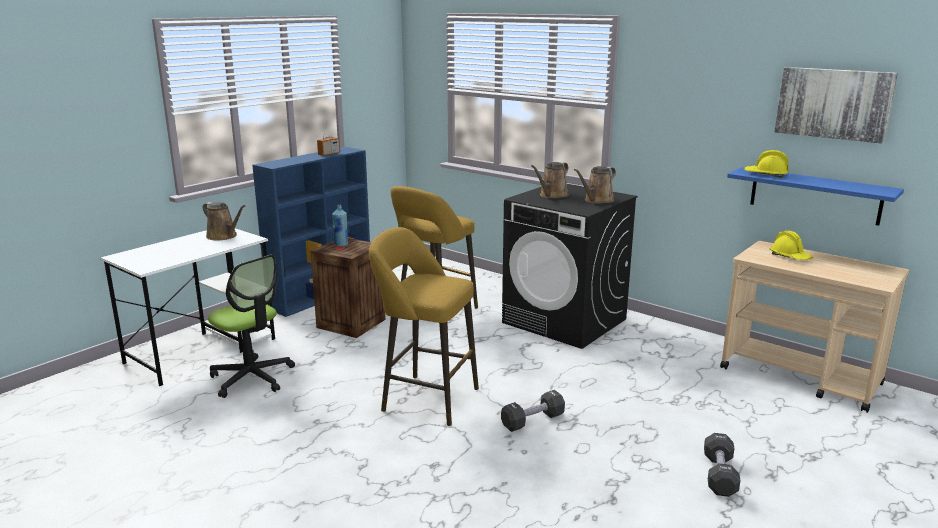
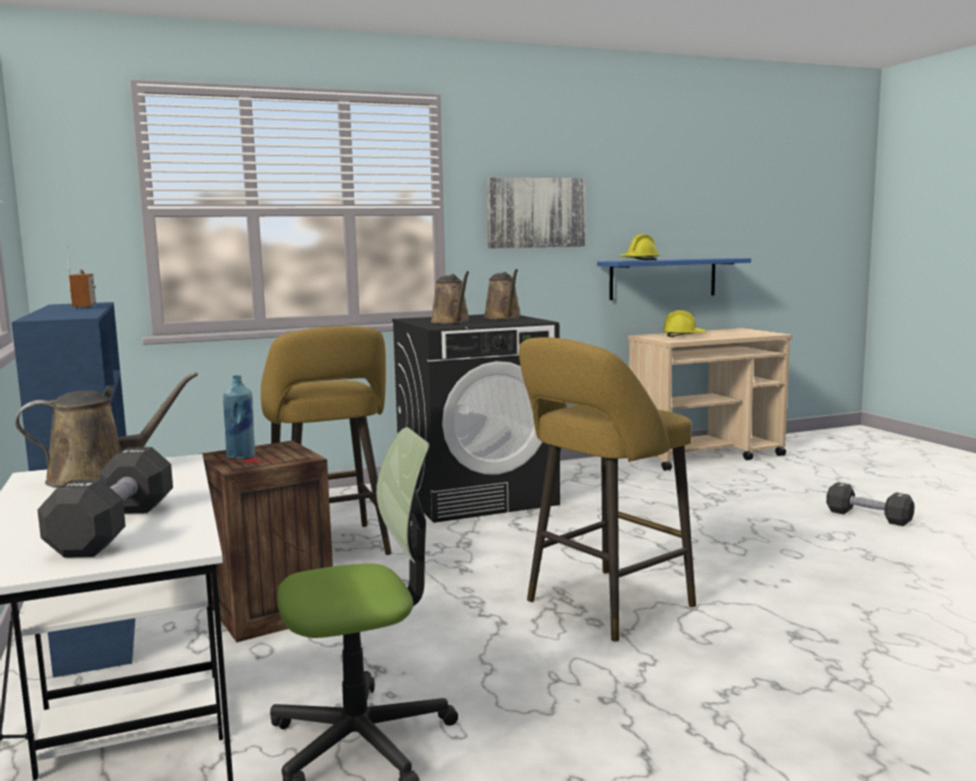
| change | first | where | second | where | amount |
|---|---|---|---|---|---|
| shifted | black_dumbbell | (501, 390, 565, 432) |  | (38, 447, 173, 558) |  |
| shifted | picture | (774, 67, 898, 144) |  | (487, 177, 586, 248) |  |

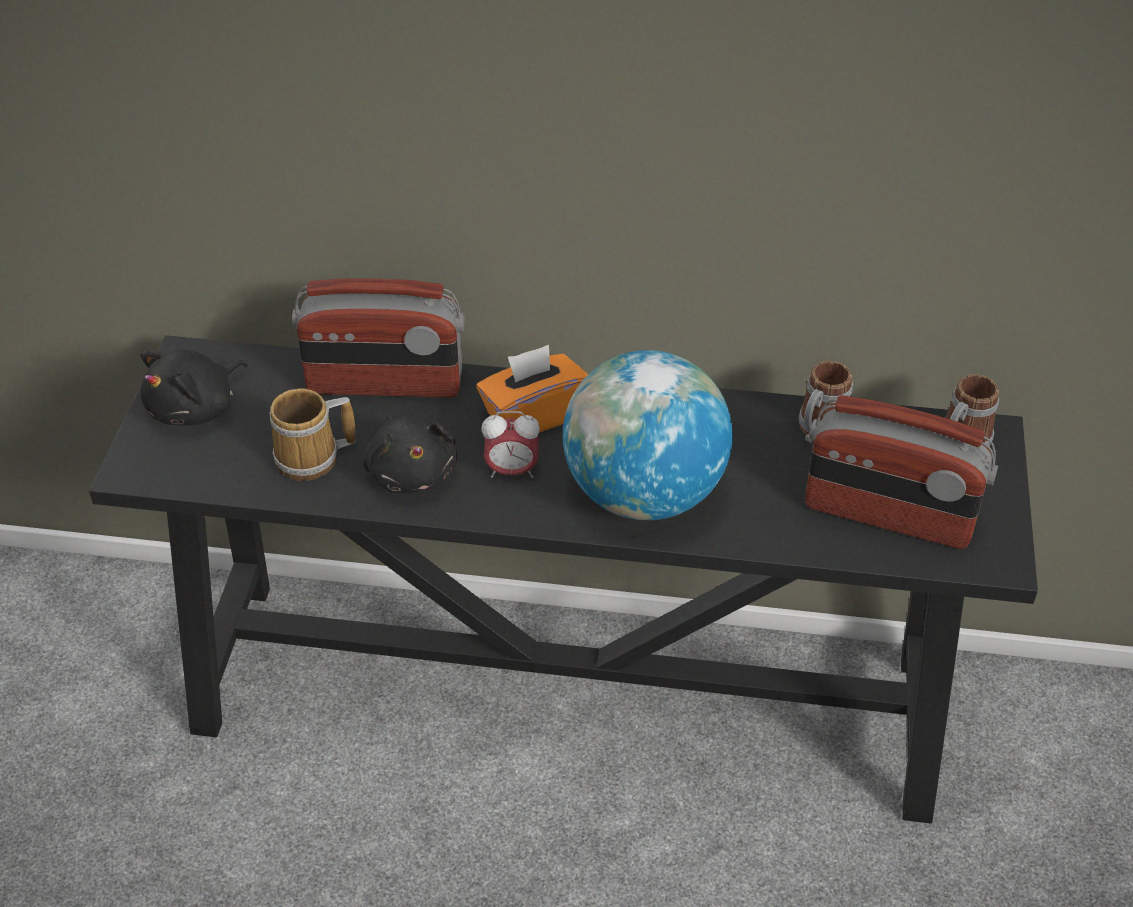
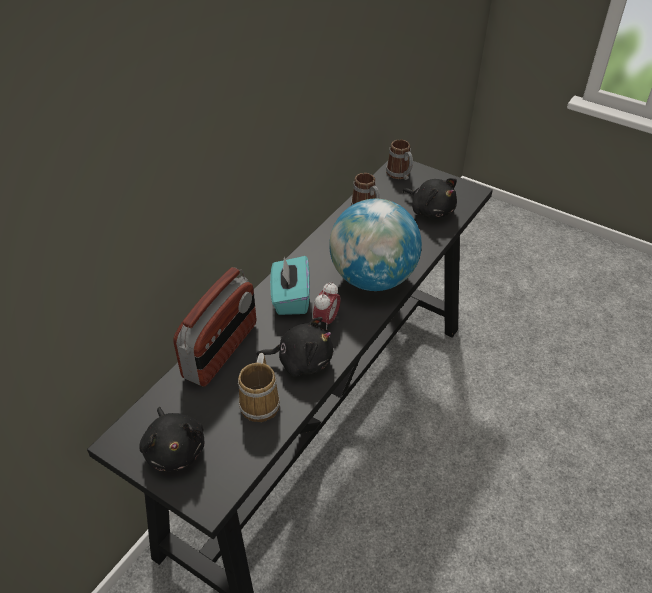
| change | first | where | second | where | amount |
|---|---|---|---|---|---|
| swapped | radio | (805, 395, 998, 549) | black_plush_toy | (402, 178, 457, 219) |  |
| repainted | orange_tissue_box | (476, 345, 588, 433) | turquoise_tissue_box | (270, 256, 310, 315) |  |

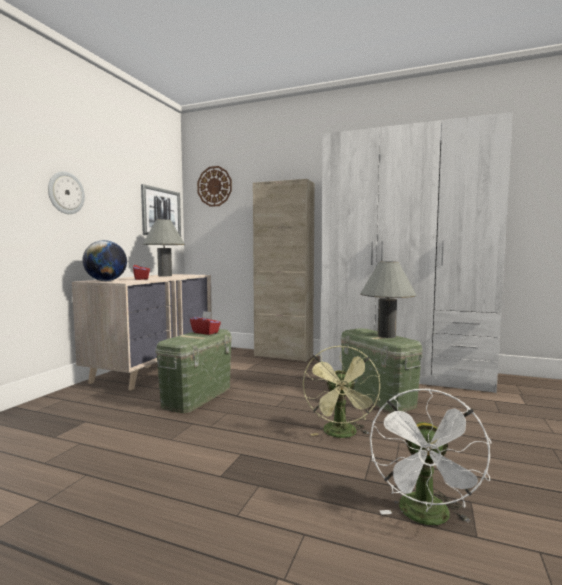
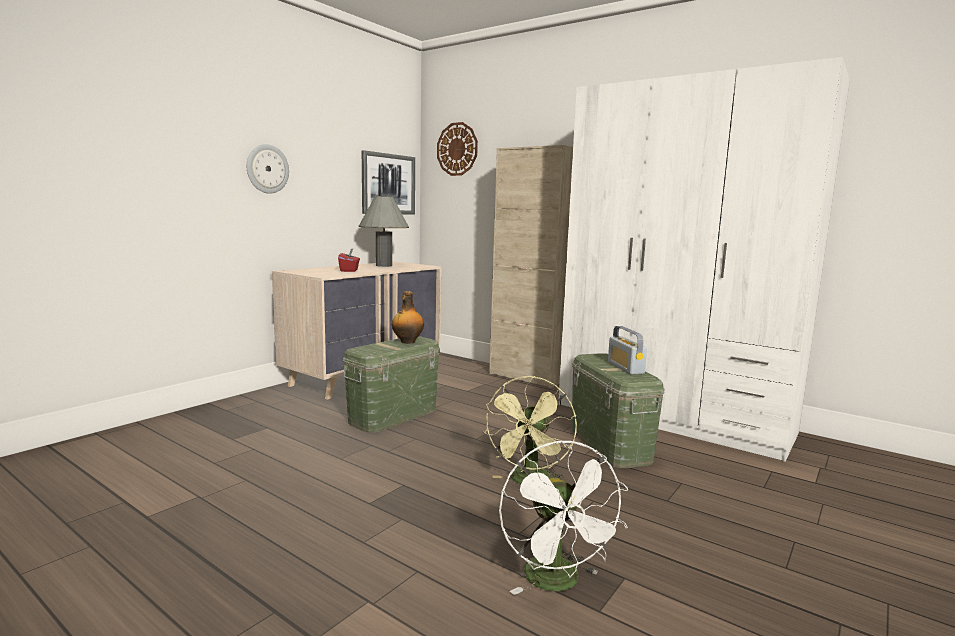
| change | first | where | second | where | amount |
|---|---|---|---|---|---|
| gone | globe | (82, 240, 127, 281) |  |  |  |
| swapped | red_tissue_box | (190, 311, 221, 335) | bottle | (392, 291, 424, 344) |  |
| swapped | grey_table_lamp | (360, 262, 417, 338) | radio | (608, 326, 647, 375) |  |
| rotated | white_fan | (370, 388, 491, 525) |  | (499, 440, 628, 595) | 45 degrees counterclockwise |

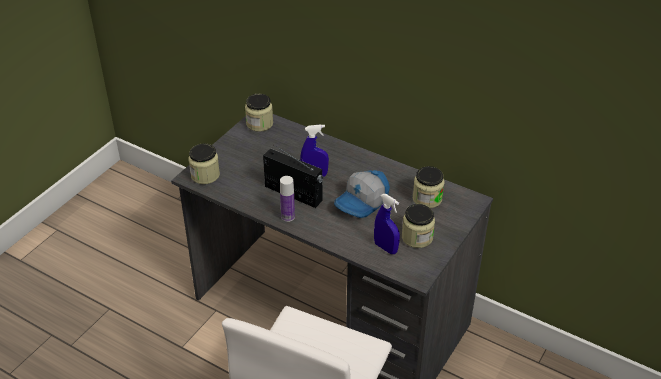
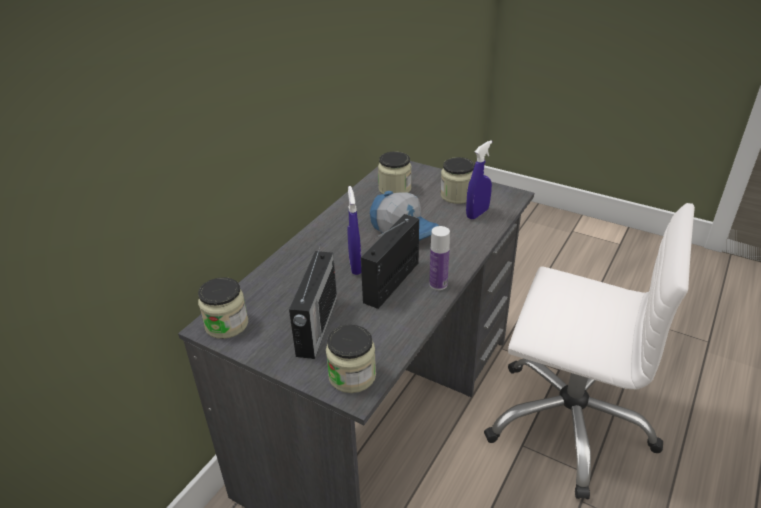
| change | first | where | second | where | amount |
|---|---|---|---|---|---|
| new |  |  | radio | (289, 245, 337, 359) |  |

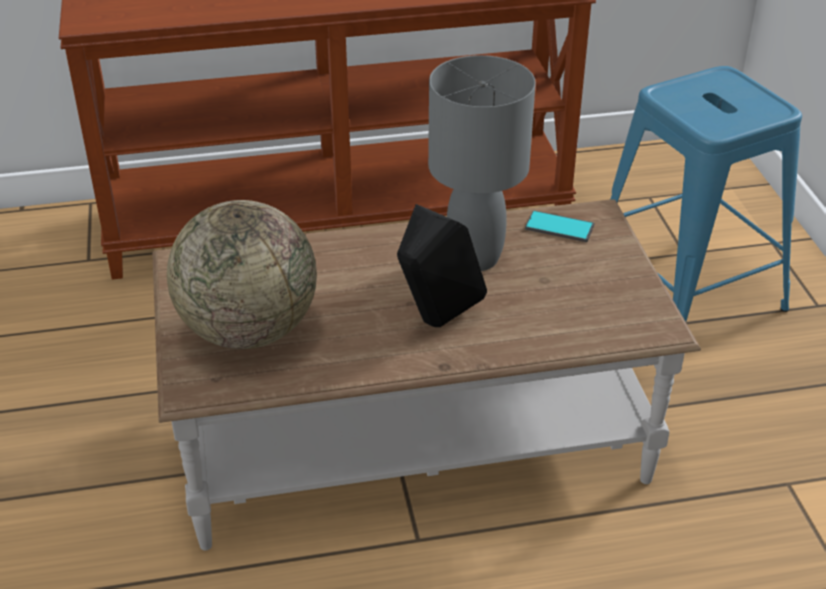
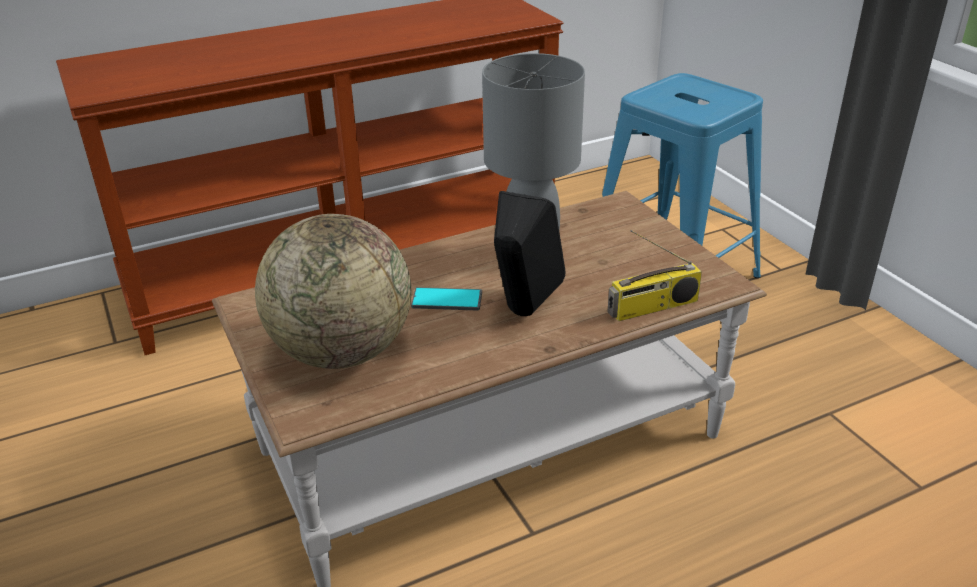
| change | first | where | second | where | amount |
|---|---|---|---|---|---|
| new |  |  | radio | (607, 230, 702, 321) |  |
| shifted | phone | (525, 210, 594, 242) |  | (411, 287, 482, 311) |  |

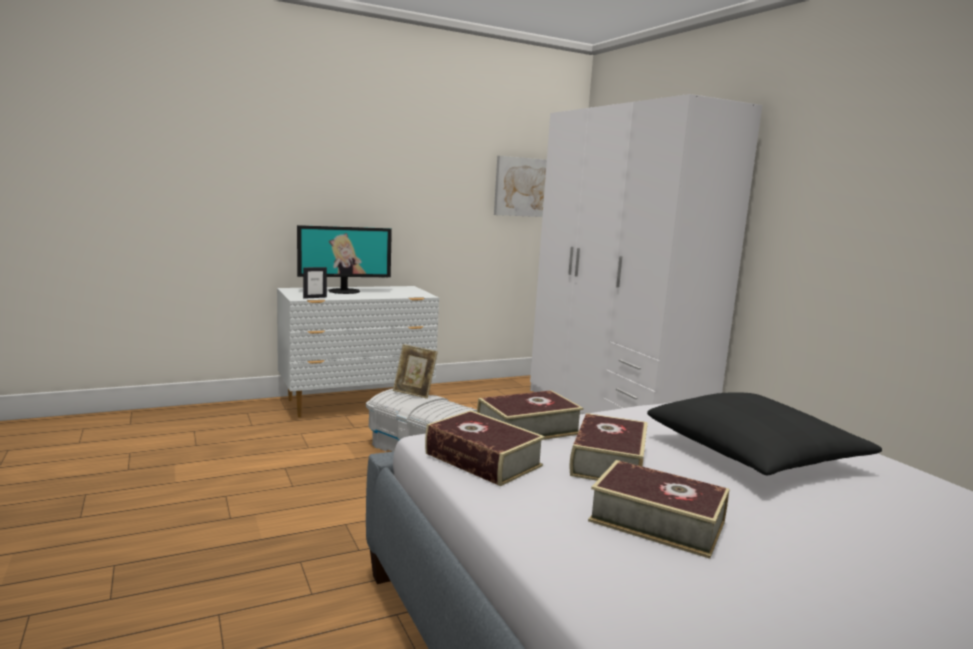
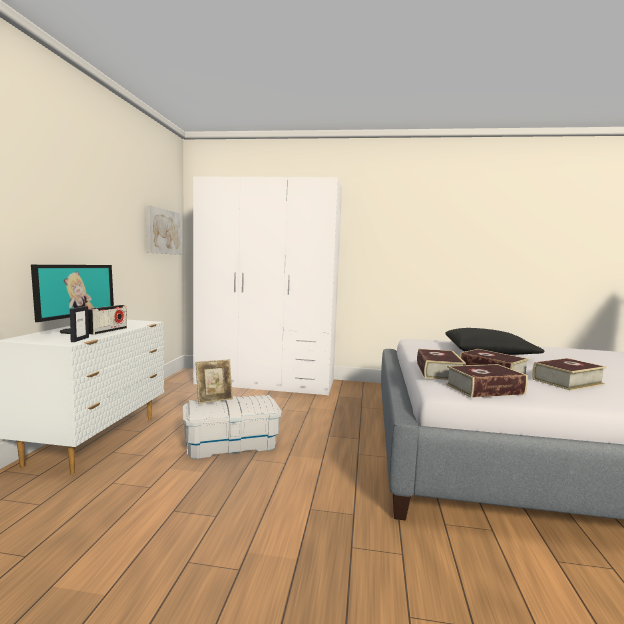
| change | first | where | second | where | amount |
|---|---|---|---|---|---|
| new |  |  | radio | (88, 305, 127, 335) |  |

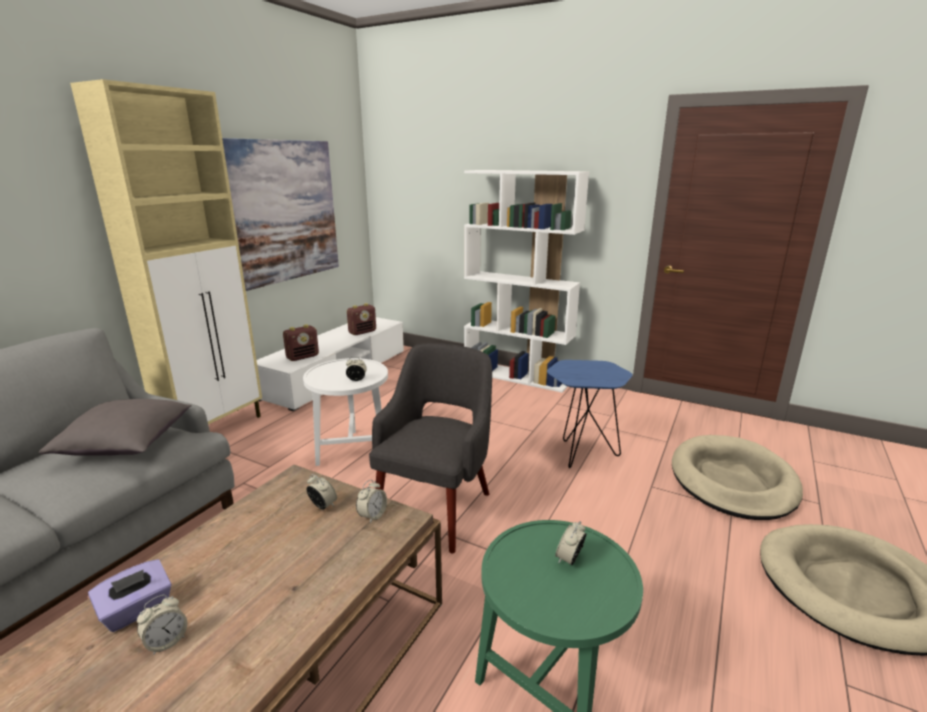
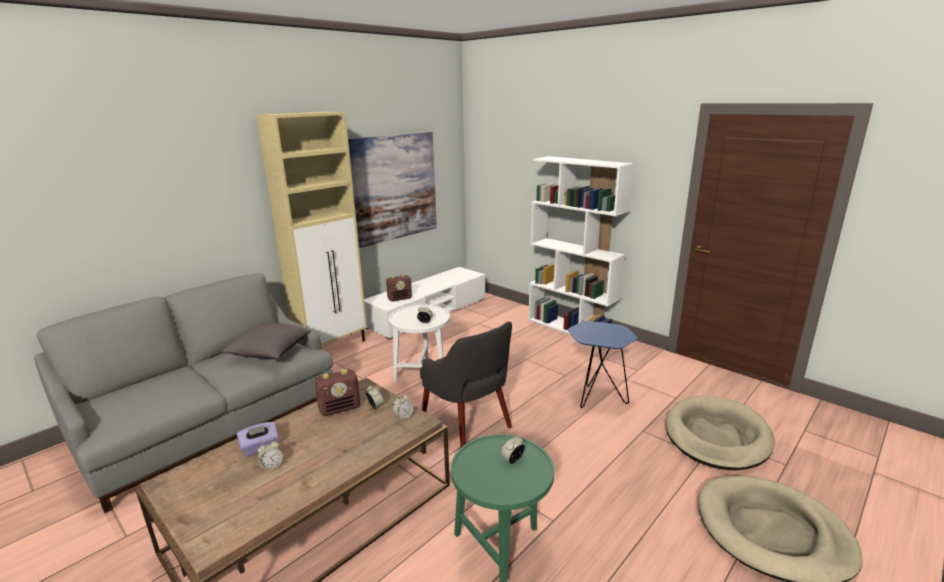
| change | first | where | second | where | amount |
|---|---|---|---|---|---|
| shifted | radio | (347, 303, 376, 335) |  | (315, 369, 360, 416) |  |
| rotated | grey_armchair | (369, 343, 492, 553) |  | (420, 322, 512, 447) | 105 degrees clockwise |

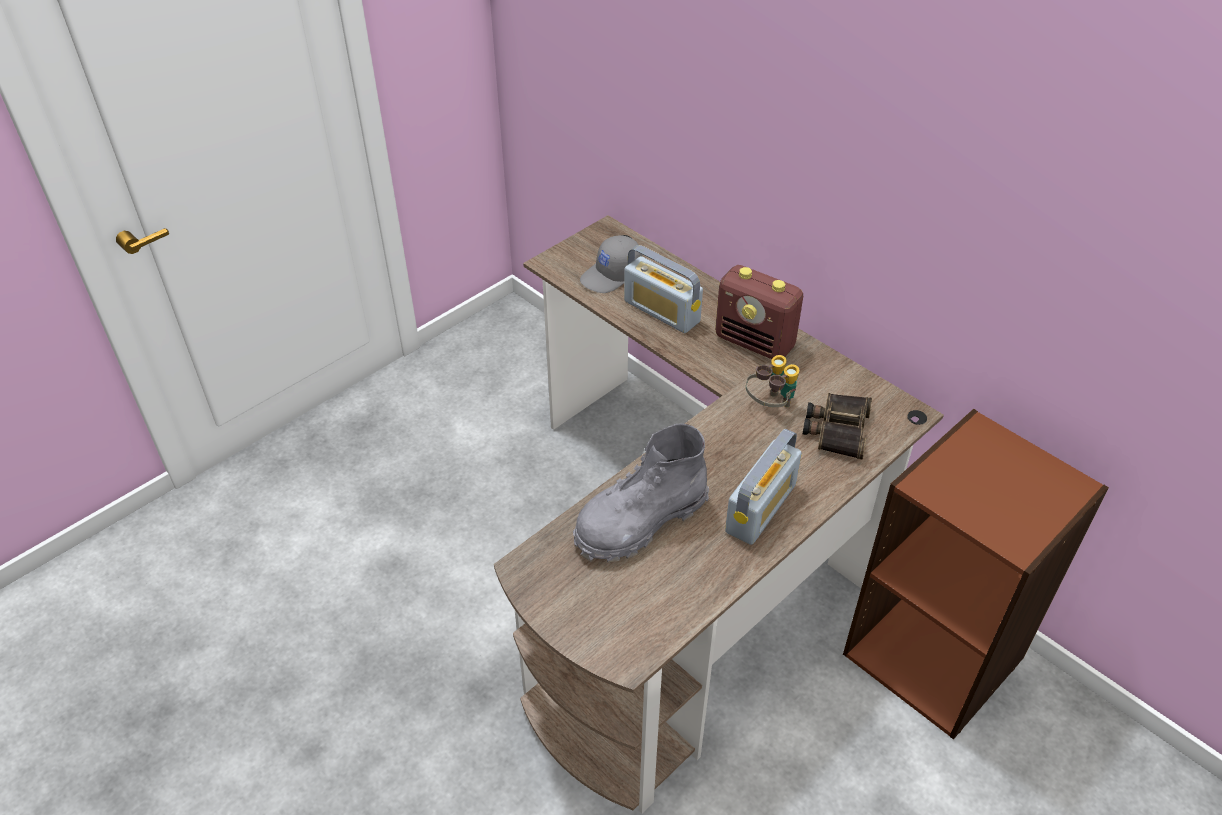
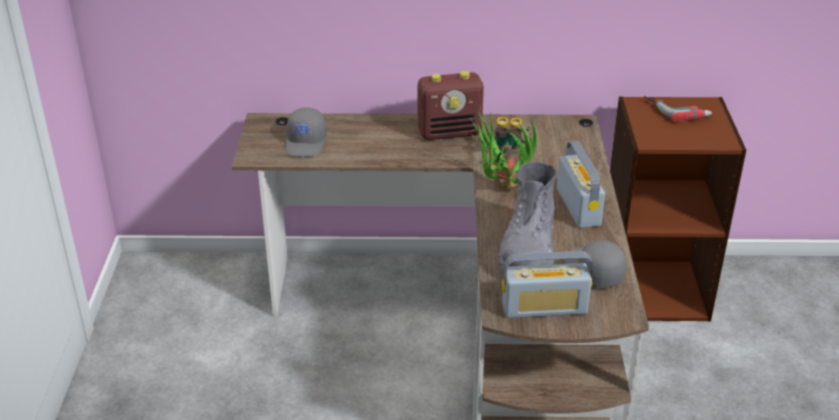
| change | first | where | second | where | amount |
|---|---|---|---|---|---|
| gone | binoculars | (803, 393, 872, 460) |  |  |  |
| new |  |  | potted_plant | (470, 109, 538, 190) |  |
| new |  |  | grey_cap | (565, 240, 626, 288) |  |
| new |  |  | power_drill | (644, 96, 712, 122) |  |
| shifted | radio | (624, 245, 703, 333) |  | (502, 251, 593, 318) |  |

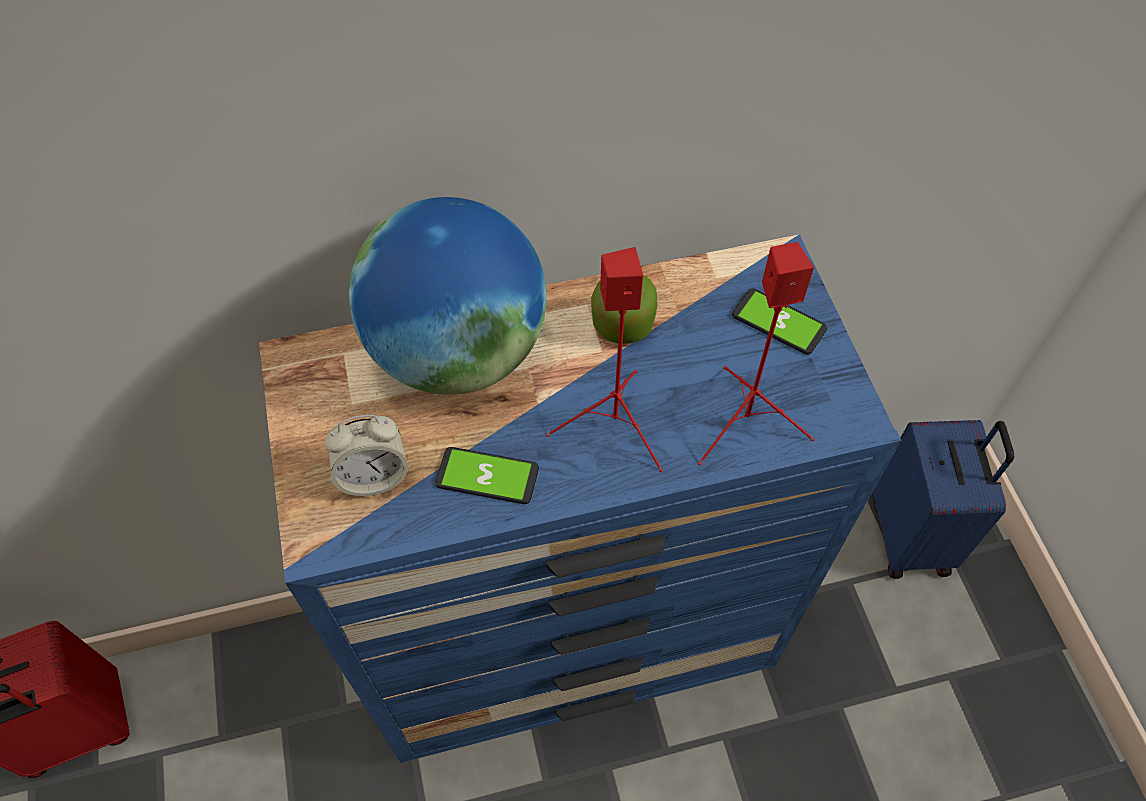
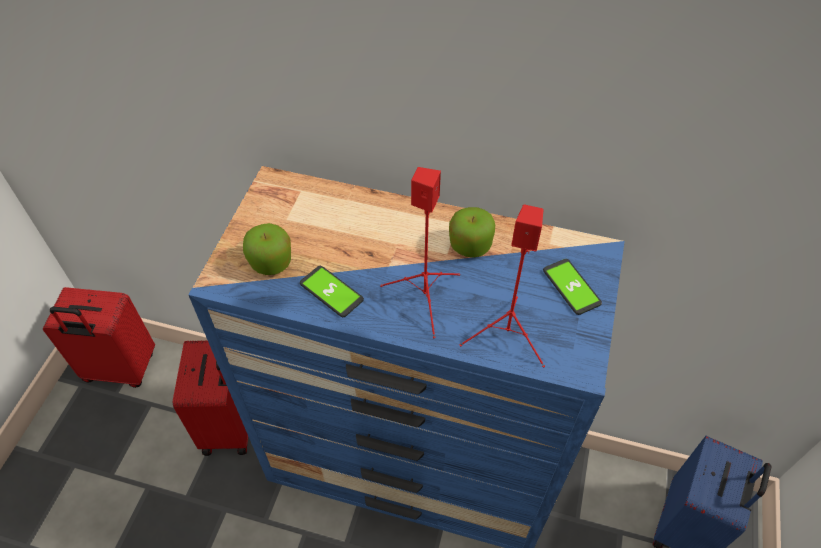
| change | first | where | second | where | amount |
|---|---|---|---|---|---|
| gone | globe | (349, 197, 547, 395) |  |  |  |
| new |  |  | red_suitcase | (173, 341, 248, 456) |  |
| swapped | alarm_clock | (325, 415, 408, 496) | apple | (243, 223, 291, 275) |  |

